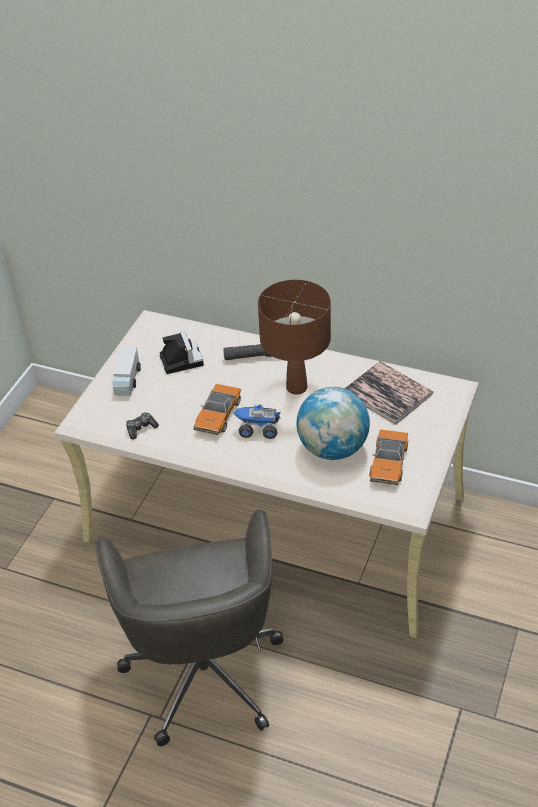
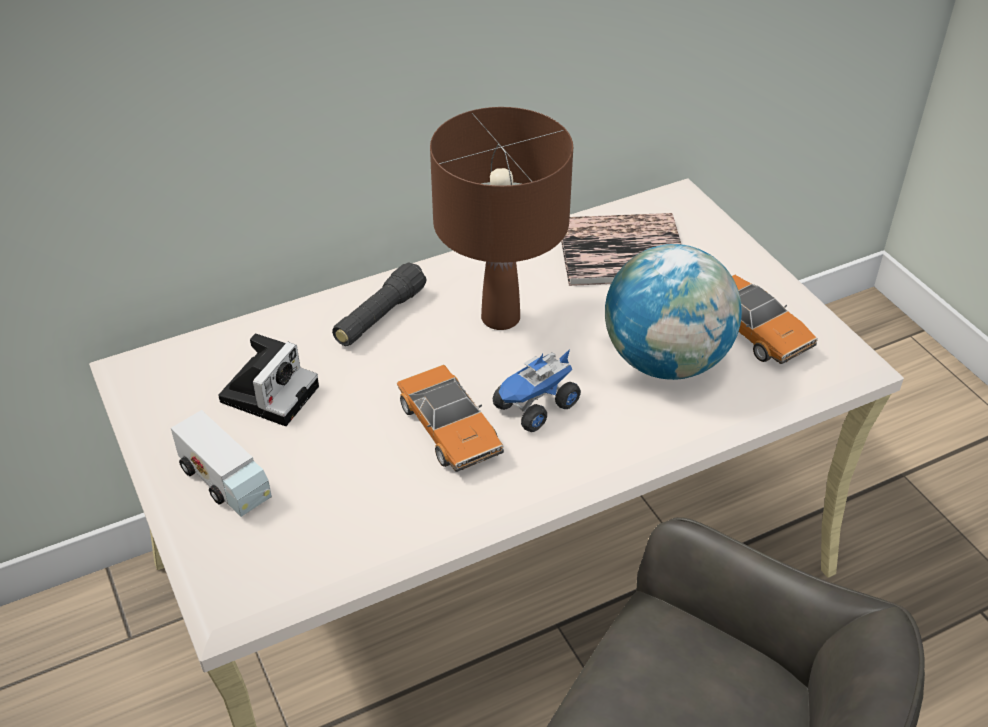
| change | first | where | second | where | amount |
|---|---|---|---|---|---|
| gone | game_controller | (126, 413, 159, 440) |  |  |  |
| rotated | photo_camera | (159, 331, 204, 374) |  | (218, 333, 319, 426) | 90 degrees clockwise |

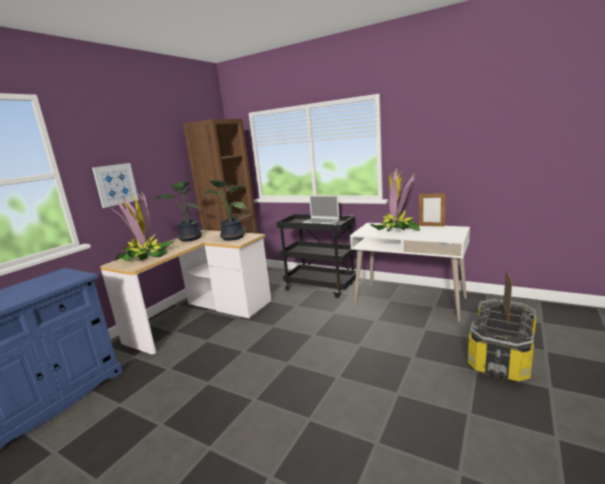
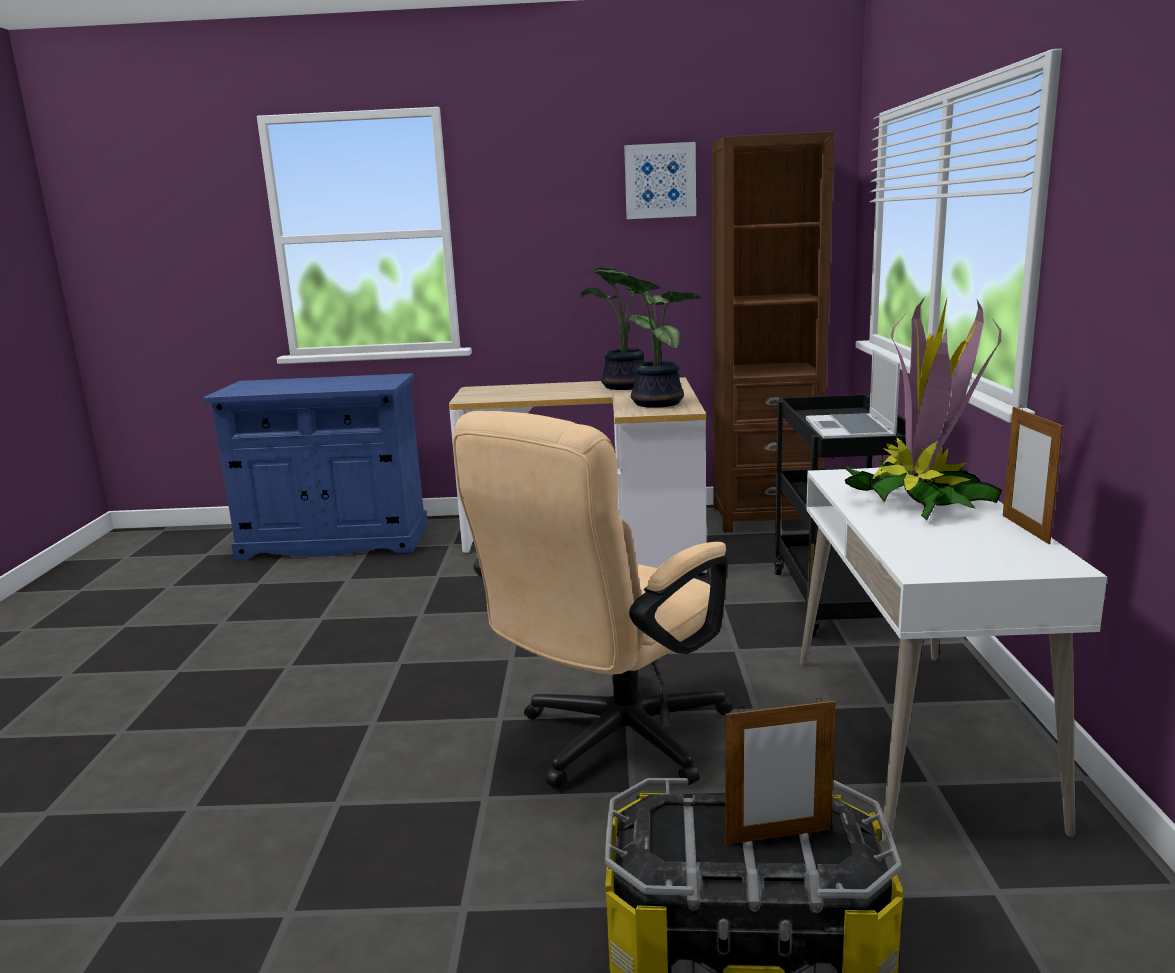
| change | first | where | second | where | amount |
|---|---|---|---|---|---|
| gone | potted_plant | (110, 189, 174, 262) |  |  |  |
| new |  |  | beige_office_chair | (453, 411, 733, 788) |  |
| shifted | picture | (92, 163, 139, 208) |  | (624, 142, 696, 219) |  |

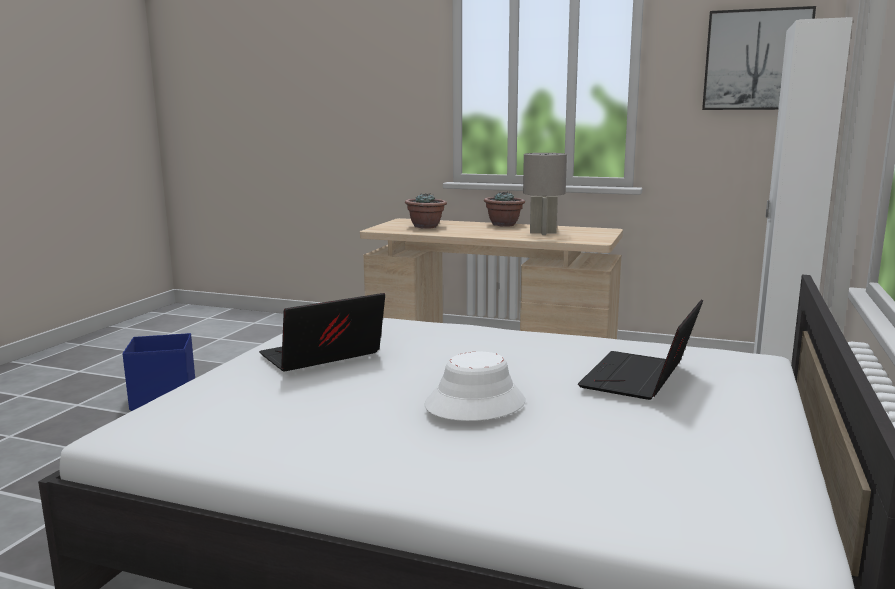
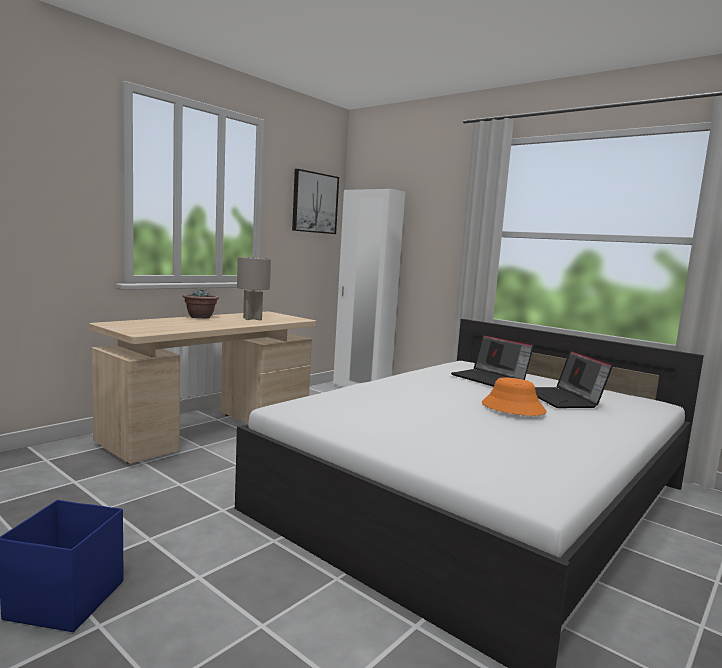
| change | first | where | second | where | amount |
|---|---|---|---|---|---|
| gone | potted_plant | (405, 193, 447, 229) |  |  |  |
| shifted | laptop | (259, 293, 385, 371) |  | (535, 350, 613, 408) |  |
| repainted | white_hat | (424, 352, 525, 421) | orange_hat | (482, 378, 547, 416) |  |

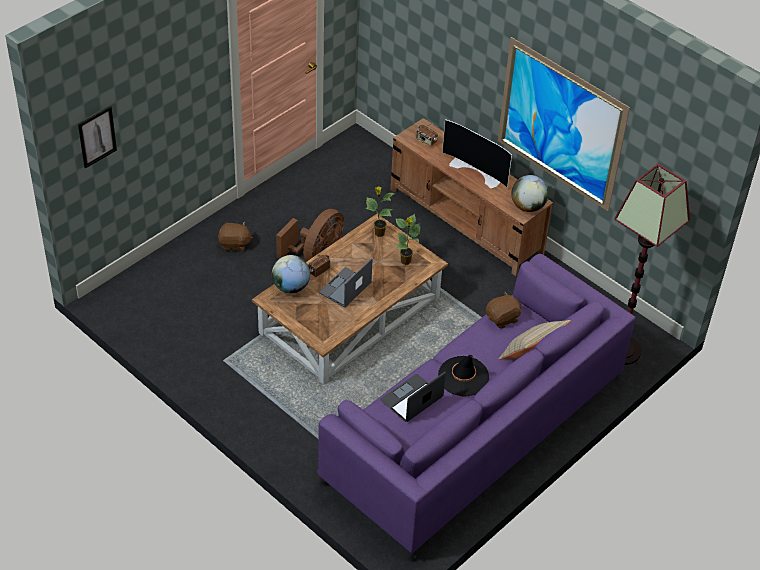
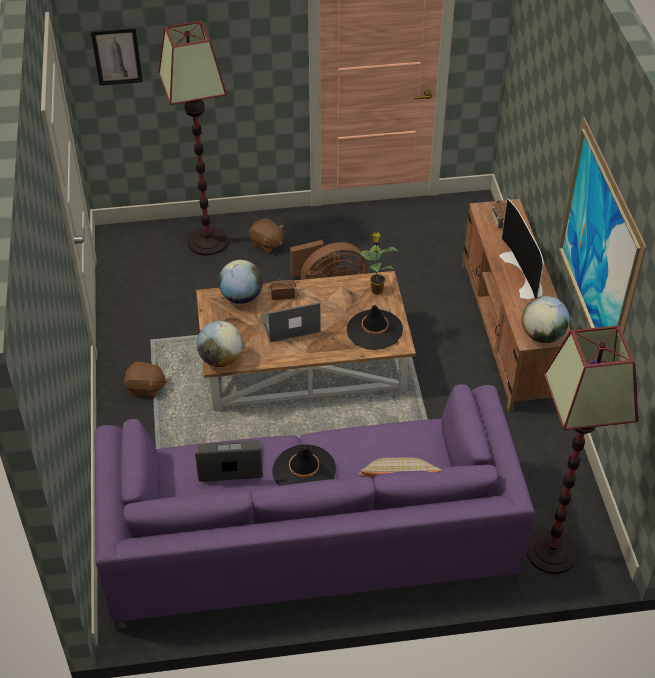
| change | first | where | second | where | amount |
|---|---|---|---|---|---|
| new |  |  | floor_lamp | (158, 21, 228, 256) |  |
| new |  |  | globe | (196, 321, 243, 367) |  |
| shifted | brown_plush_toy | (486, 292, 521, 329) |  | (124, 361, 167, 398) |  |
| swapped | potted_plant | (396, 214, 420, 265) | black_hat | (347, 305, 403, 350) |  |

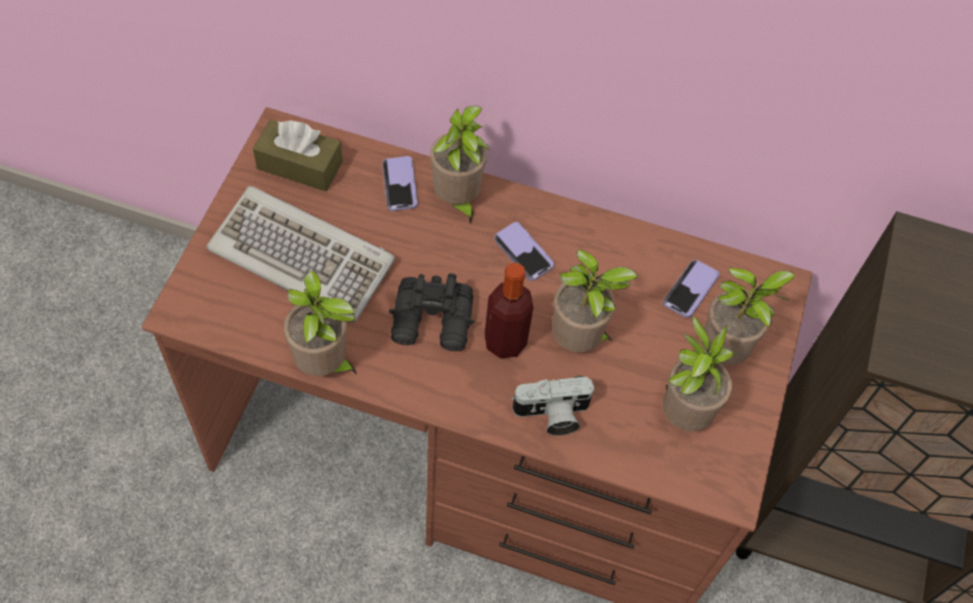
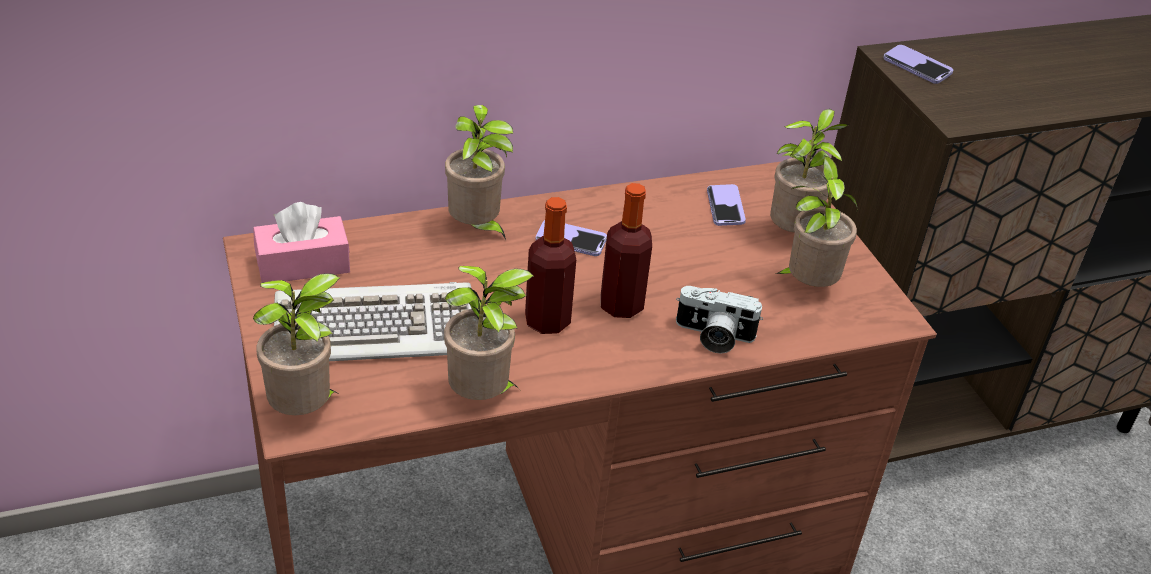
| change | first | where | second | where | amount |
|---|---|---|---|---|---|
| shifted | phone | (382, 156, 418, 211) |  | (883, 45, 953, 84) |  |
| shifted | potted_plant | (552, 249, 639, 352) |  | (253, 274, 341, 415) |  |
| swapped | black_binoculars | (389, 273, 475, 351) | bottle | (525, 197, 576, 334) |  |
| repainted | brown_tissue_box | (253, 119, 343, 191) | pink_tissue_box | (253, 202, 350, 283) |  |
| rotated | photo_camera | (511, 376, 595, 436) |  | (676, 286, 763, 354) | 60 degrees clockwise |

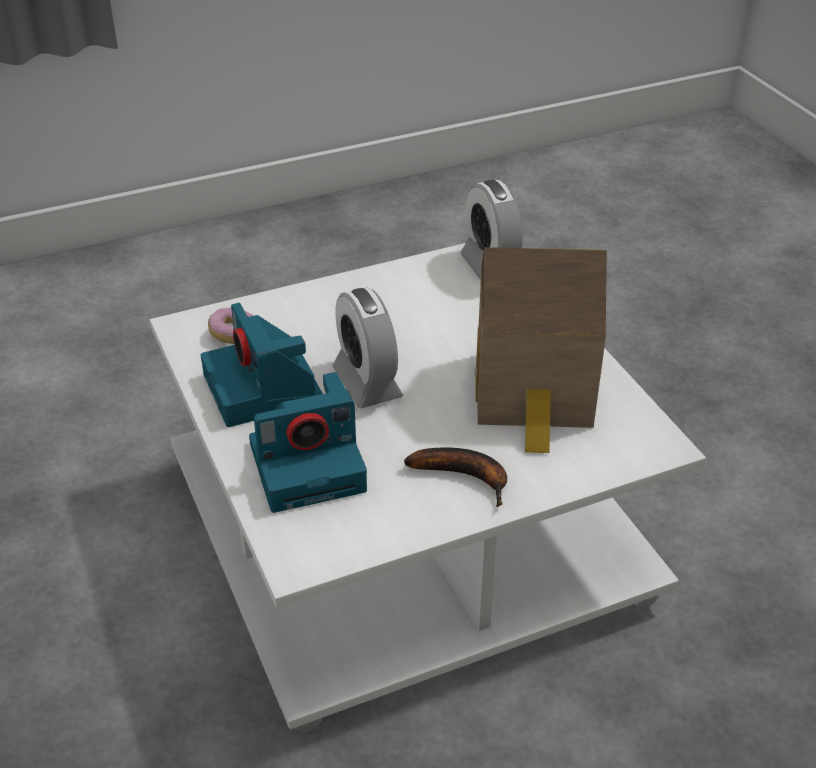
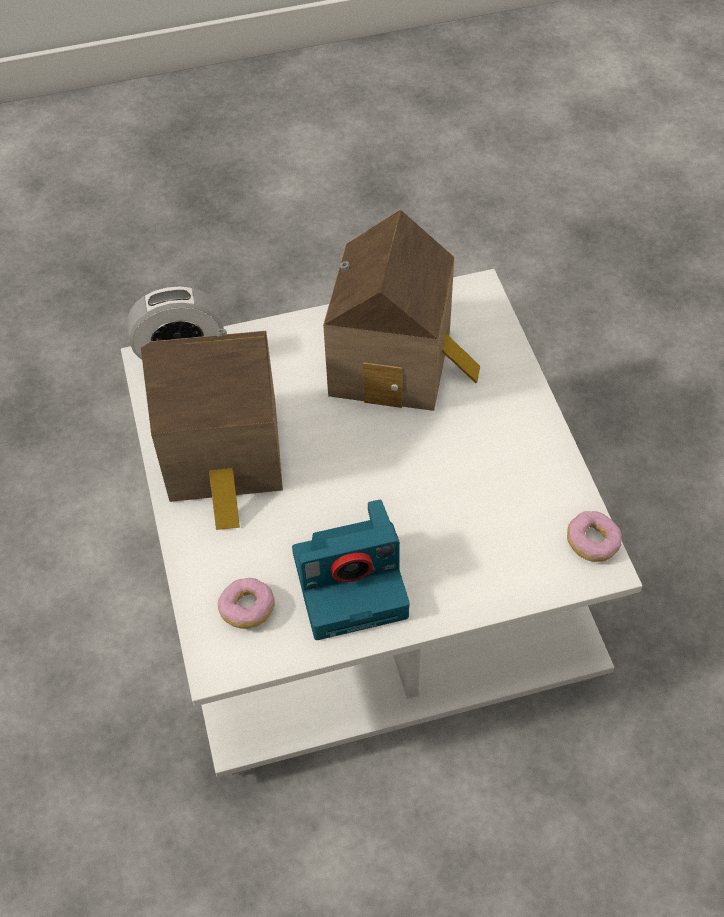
| change | first | where | second | where | amount |
|---|---|---|---|---|---|
| gone | photo_camera | (249, 372, 367, 513) |  |  |  |
| gone | alarm_clock | (332, 287, 403, 408) |  |  |  |
| gone | banana | (404, 447, 507, 507) |  |  |  |
| new |  |  | toy_house | (141, 329, 283, 530) |  |
| new |  |  | donut | (567, 511, 621, 562) |  |

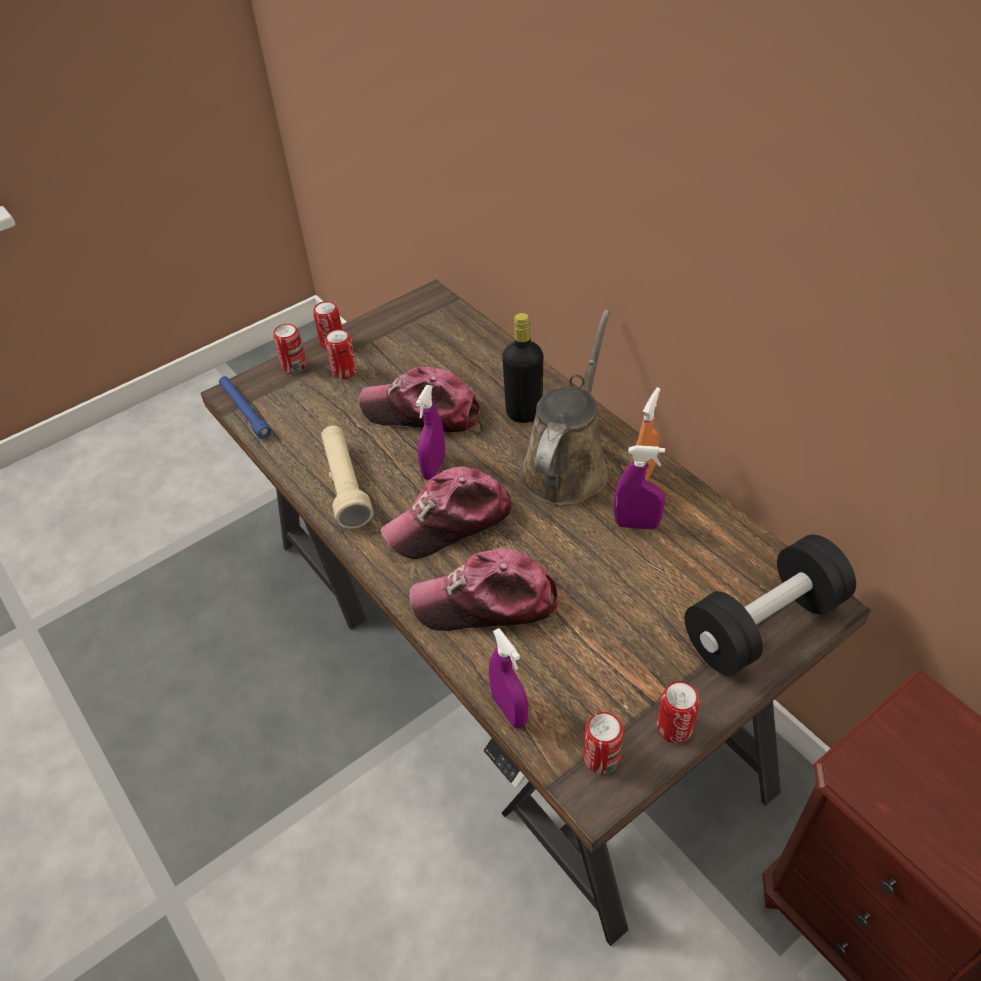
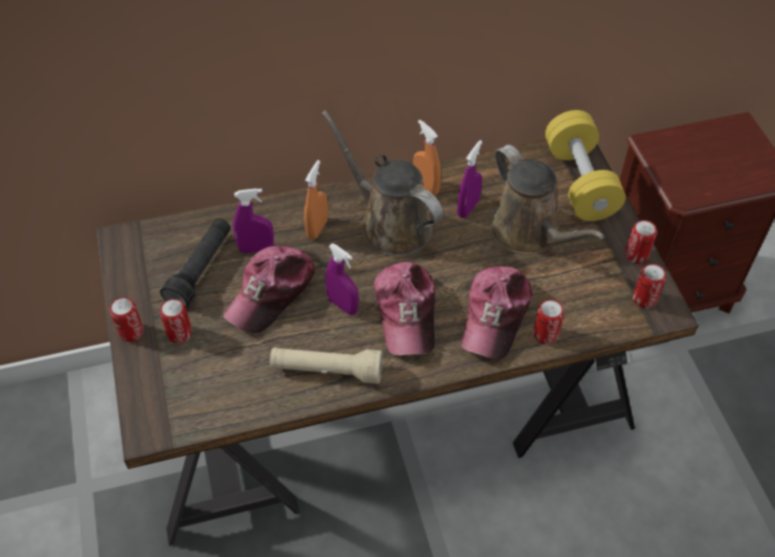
| change | first | where | second | where | amount |
|---|---|---|---|---|---|
| gone | blue_flashlight | (219, 376, 272, 439) |  |  |  |
| new |  |  | black_flashlight | (160, 218, 231, 308) |  |
| new |  |  | brown_watering_can | (490, 145, 605, 254) |  |
| shifted | can | (273, 324, 306, 373) |  | (533, 299, 564, 344) |  |
| shifted | purple_spray_bottle | (489, 628, 528, 728) |  | (233, 188, 274, 253) |  |
| swapped | black_bottle | (502, 313, 543, 423) | orange_spray_bottle | (304, 160, 328, 239) |  |
| repainted | black_dumbbell | (685, 534, 856, 676) | yellow_dumbbell | (545, 110, 626, 221) |  |

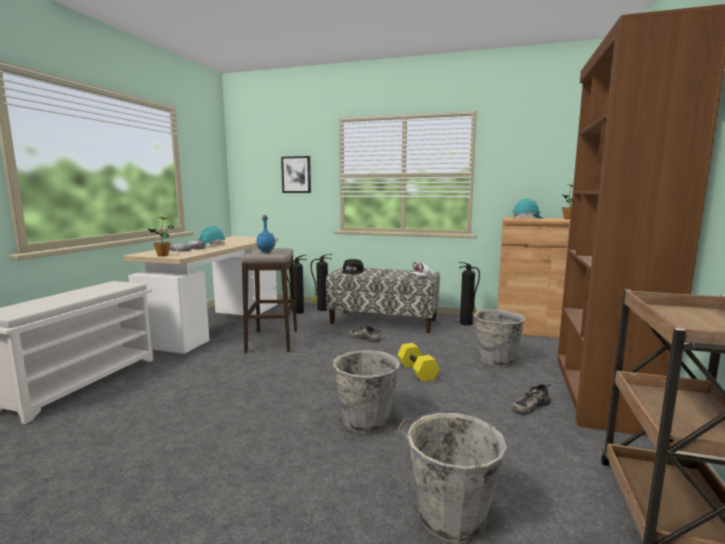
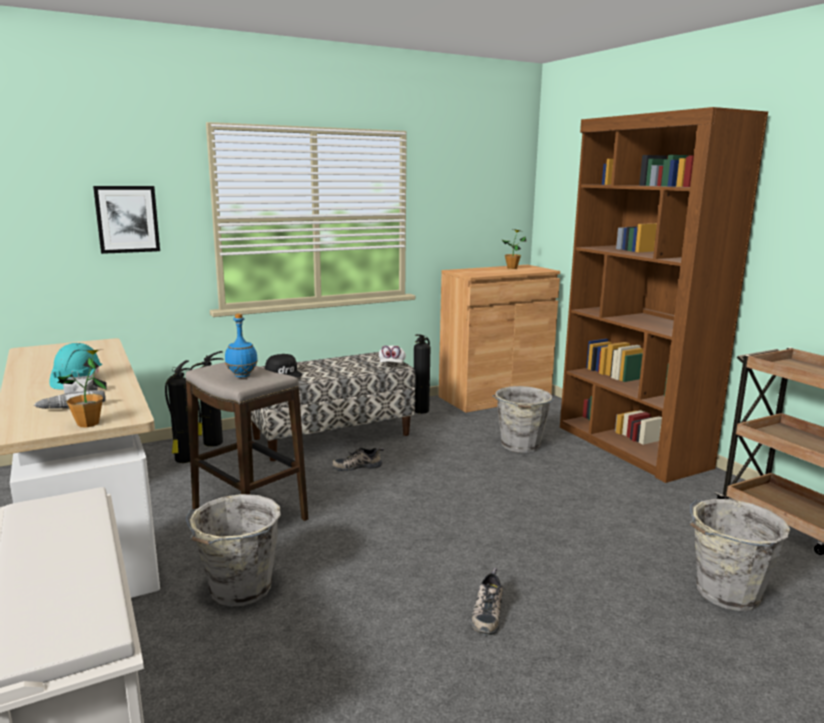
| change | first | where | second | where | amount |
|---|---|---|---|---|---|
| gone | yellow_dumbbell | (398, 343, 440, 382) |  |  |  |
| gone | turquoise_hard_hat | (512, 199, 543, 219) |  |  |  |
| shifted | grey_bucket | (325, 350, 400, 434) |  | (186, 494, 281, 607) |  |
| shifted | shoe | (512, 383, 551, 415) |  | (471, 568, 503, 635) |  |

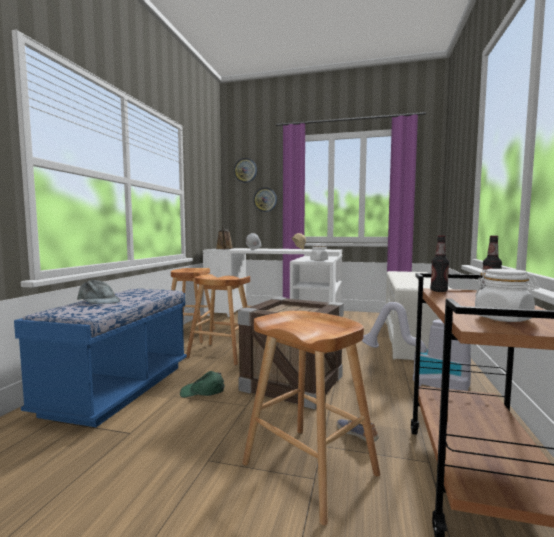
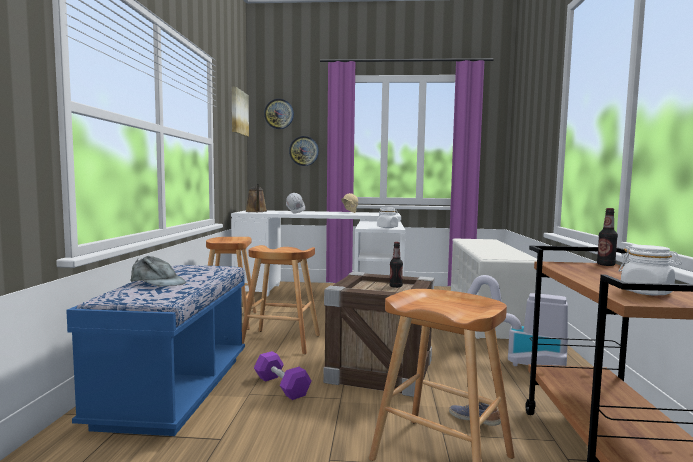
| change | first | where | second | where | amount |
|---|---|---|---|---|---|
| new |  |  | picture | (232, 86, 249, 137) |  |
| shifted | bottle | (430, 236, 449, 292) |  | (389, 242, 403, 288) |  |
| swapped | green_cap | (180, 371, 225, 398) | purple_dumbbell | (254, 351, 312, 400) |  |

